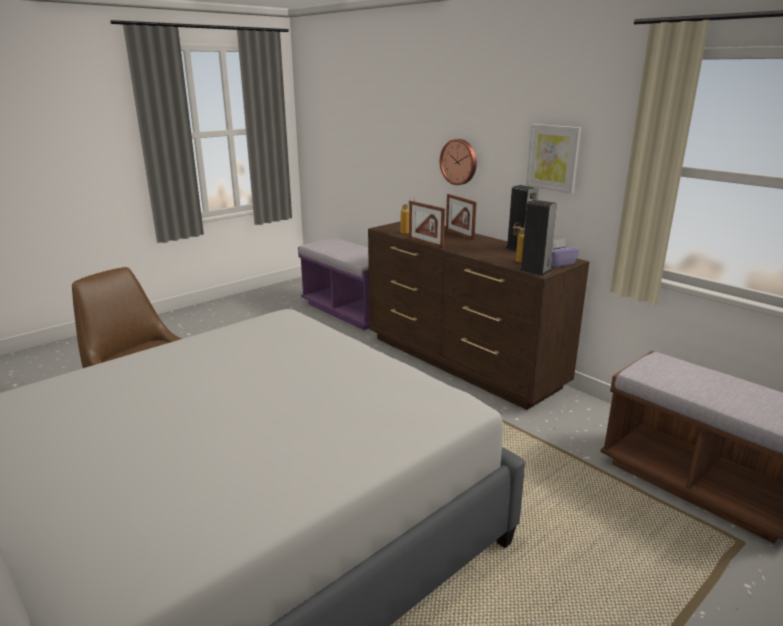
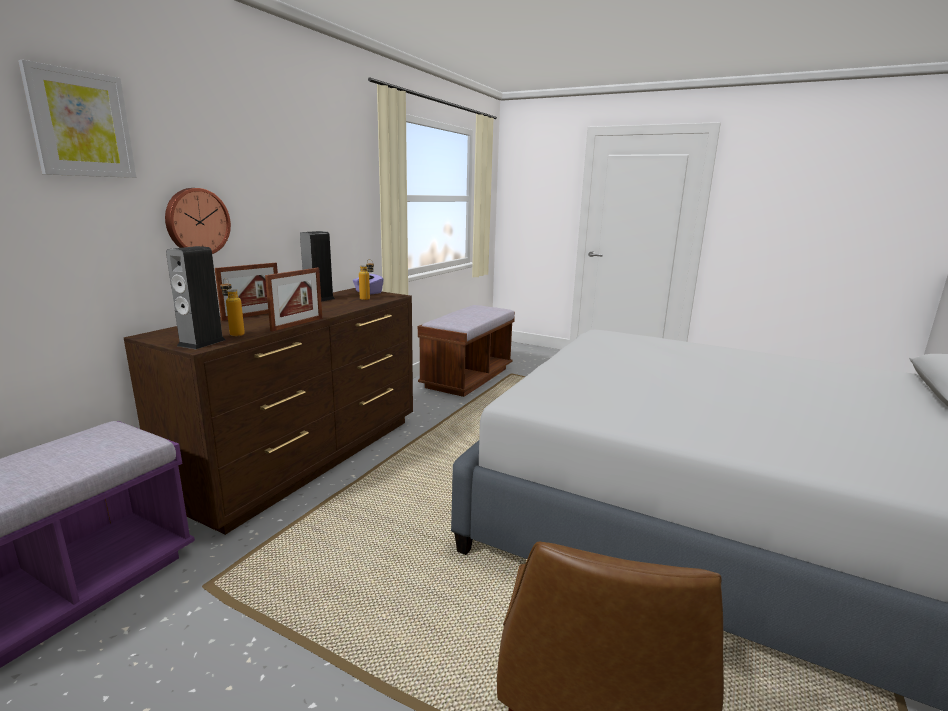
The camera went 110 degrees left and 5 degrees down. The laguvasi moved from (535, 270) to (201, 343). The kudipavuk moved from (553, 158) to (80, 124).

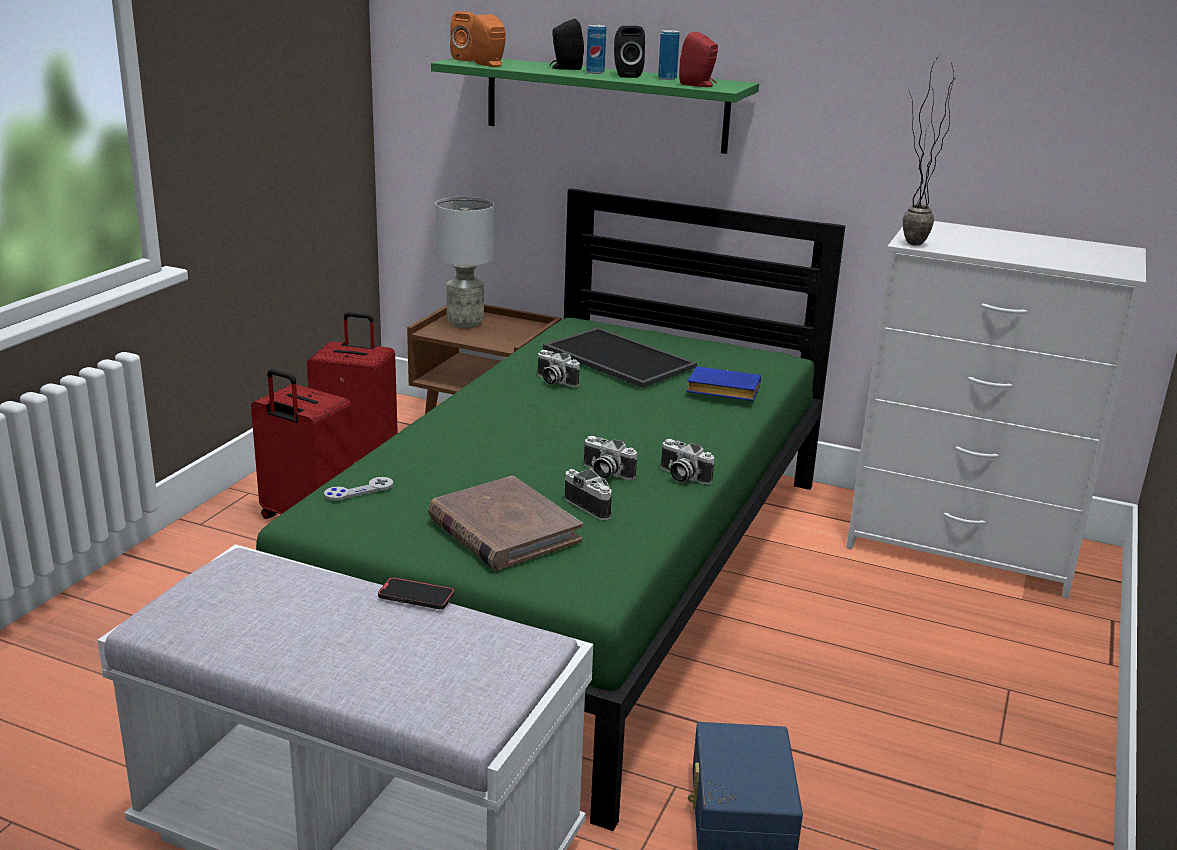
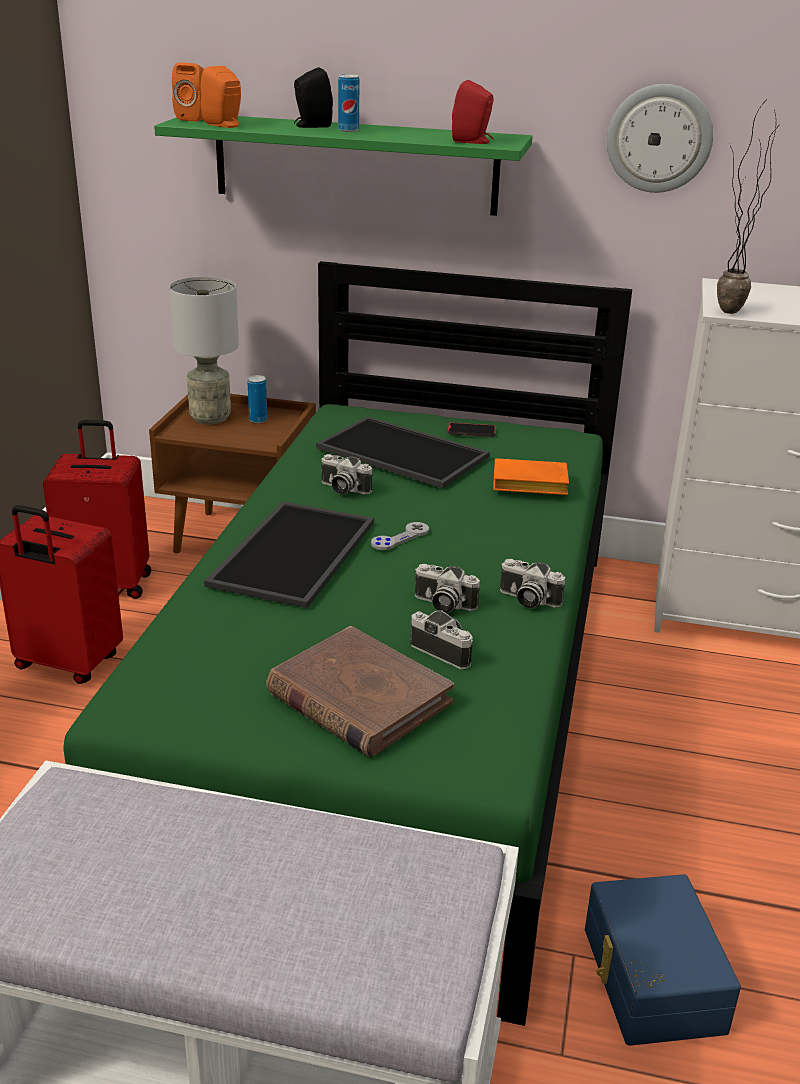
The camera went 10 degrees left and 5 degrees up. The black_laguvasi at (626, 75) disappeared. The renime at (291, 552) appeared. The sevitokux at (659, 138) appeared. The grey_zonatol moved from (359, 490) to (400, 537). The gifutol moved from (416, 596) to (471, 432). The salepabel moved from (667, 78) to (258, 420). The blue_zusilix at (721, 391) became the orange_zusilix at (527, 485).

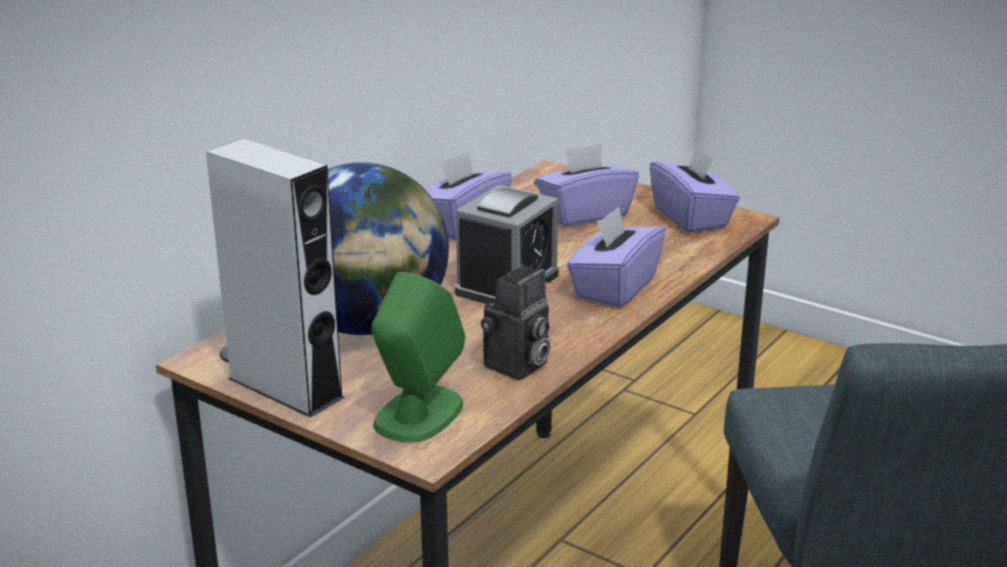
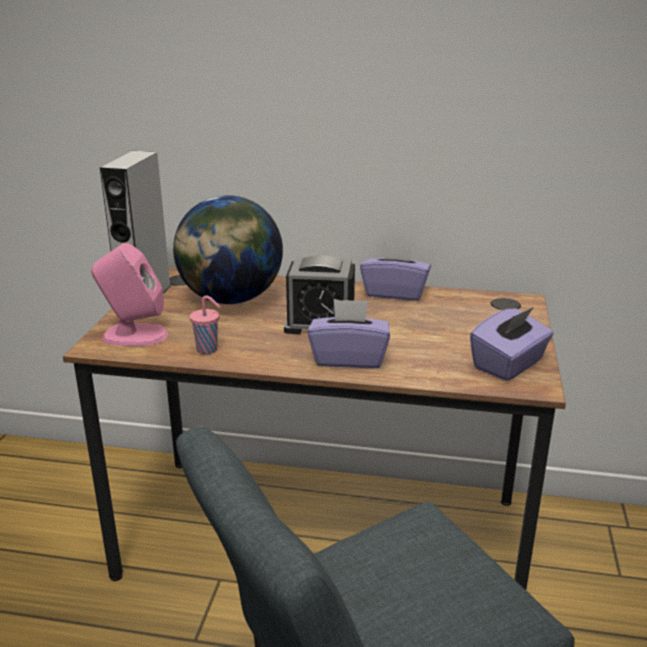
The camera went 65 degrees right and 0 degrees up. The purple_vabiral at (585, 214) disappeared. The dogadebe at (517, 367) was replaced by the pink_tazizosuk at (208, 350). The green_laguvasi at (418, 415) became the pink_laguvasi at (134, 335).

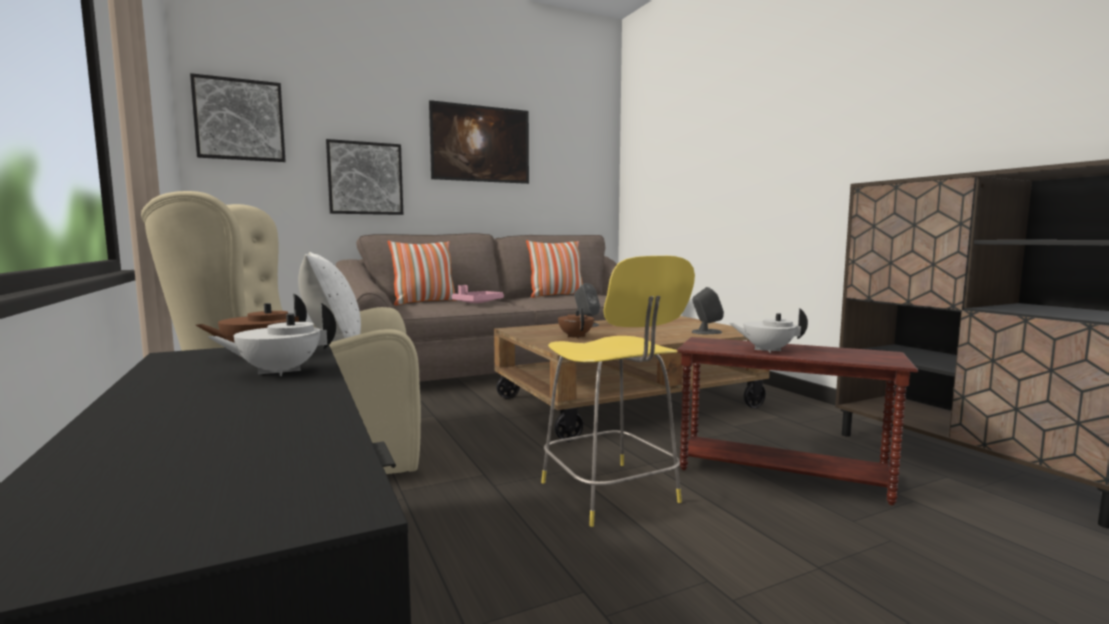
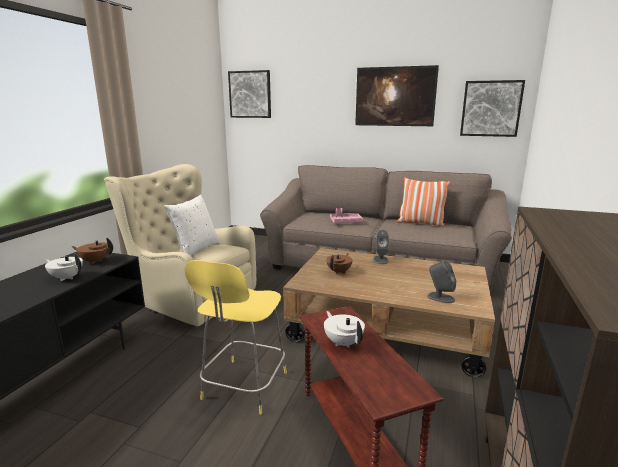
The camera went 45 degrees right and 10 degrees up. The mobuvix at (424, 302) disappeared. The kudipavuk moved from (365, 178) to (491, 108).

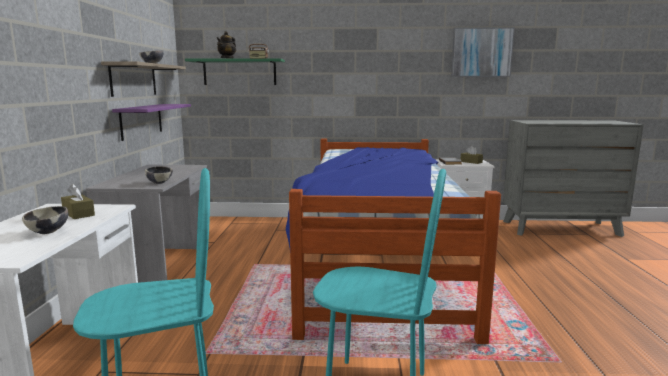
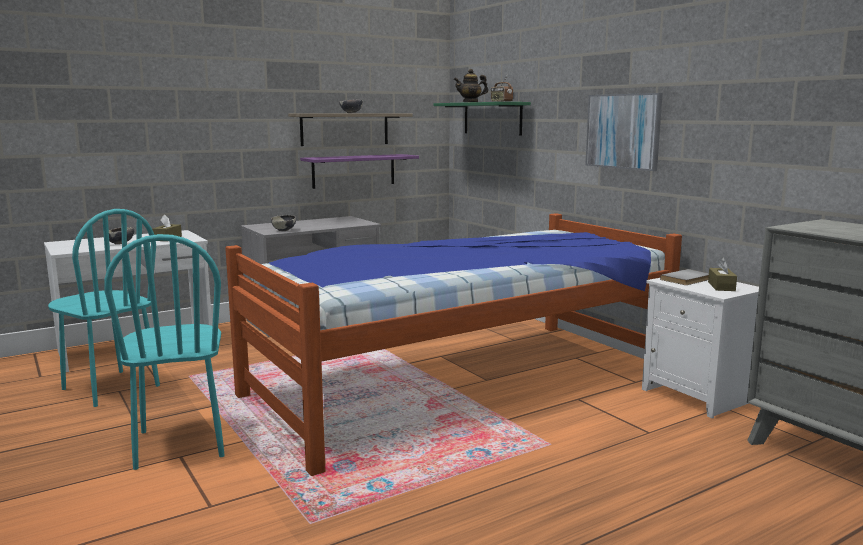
The camera went 55 degrees right and 0 degrees up. The kudipavuk moved from (481, 52) to (623, 131).

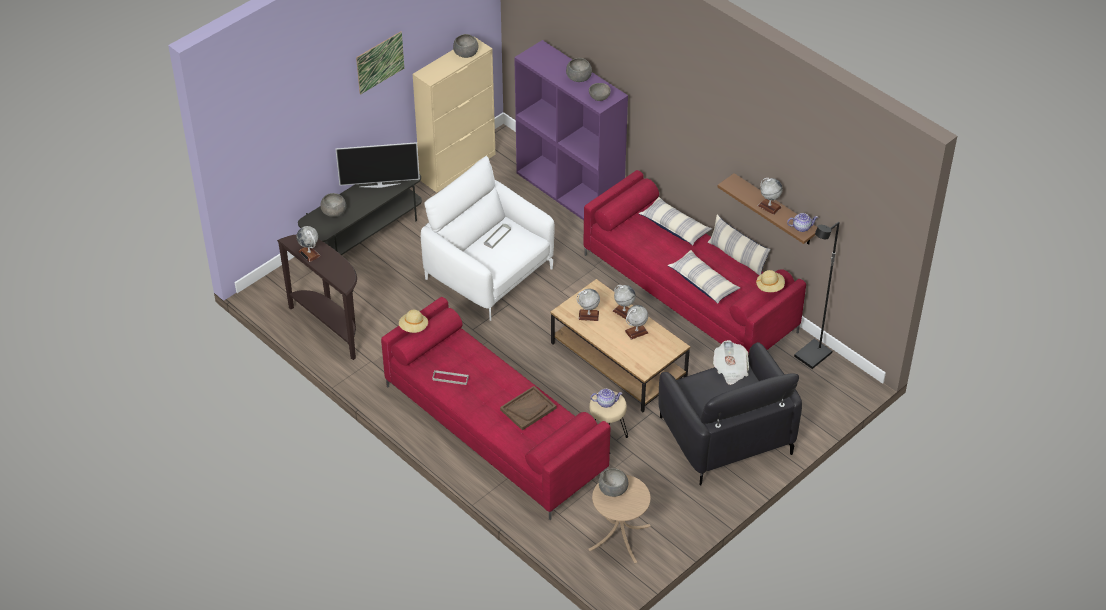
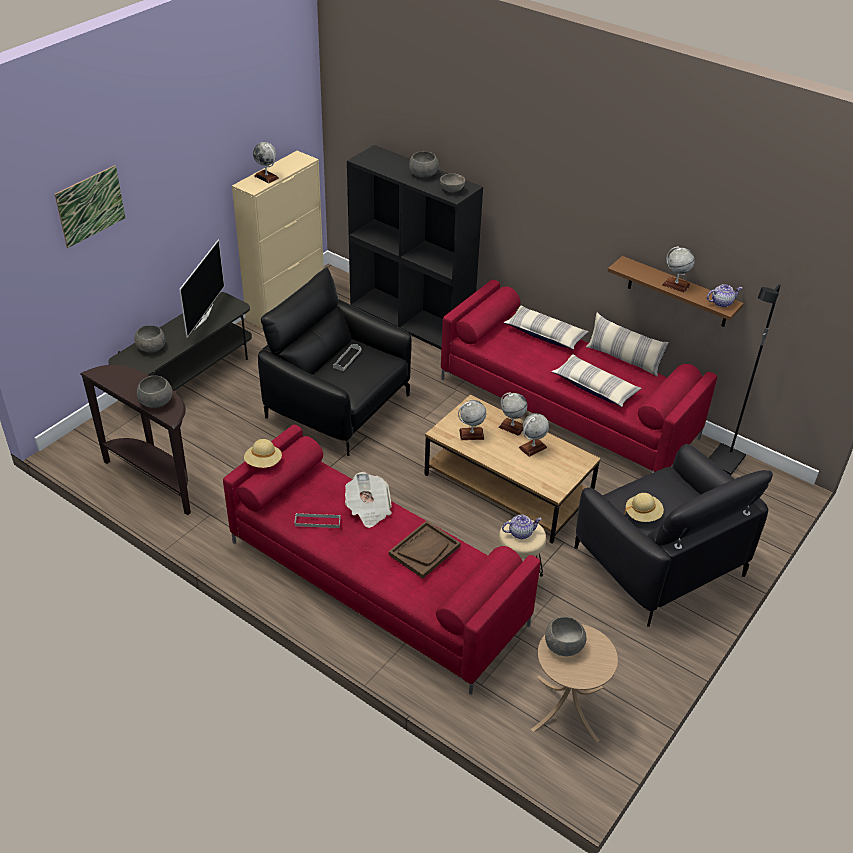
The camera went 10 degrees left and 5 degrees down. The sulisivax moved from (309, 253) to (266, 177). The kudipavuk moved from (380, 62) to (90, 206). The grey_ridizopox moved from (465, 53) to (155, 401). The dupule moved from (730, 369) to (368, 509). The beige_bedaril moved from (770, 287) to (643, 514). The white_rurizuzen at (489, 274) became the black_rurizuzen at (338, 406). The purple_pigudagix at (570, 192) became the black_pigudagix at (412, 320). The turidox at (379, 185) turned 60 degrees counterclockwise.

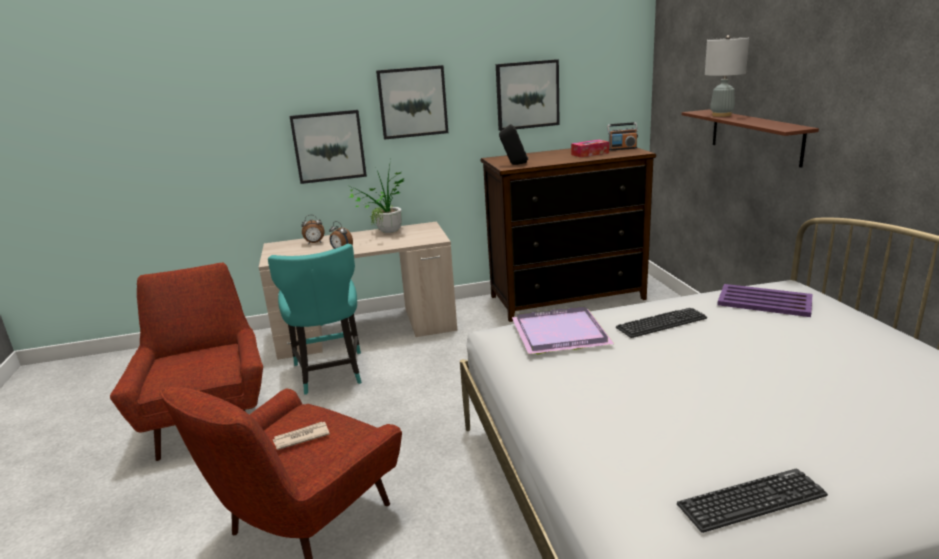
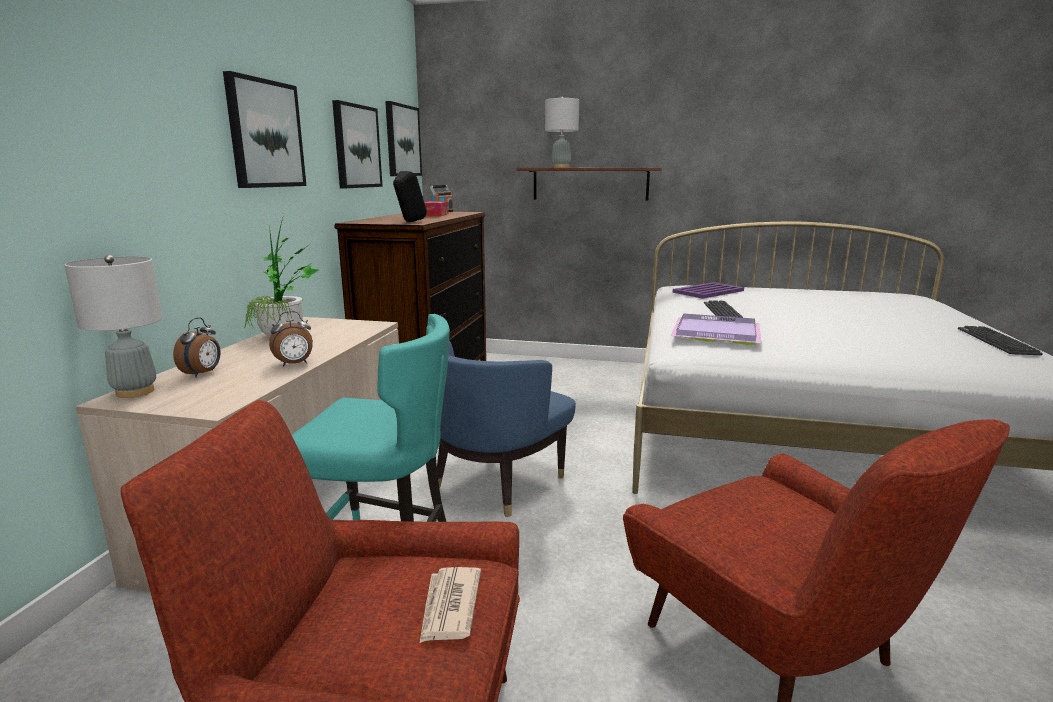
The camera went 65 degrees left and 5 degrees down. The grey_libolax at (135, 392) appeared. The blue_rurizuzen at (497, 483) appeared. The dupule moved from (301, 437) to (449, 607). The kudipavuk moved from (329, 146) to (402, 141).

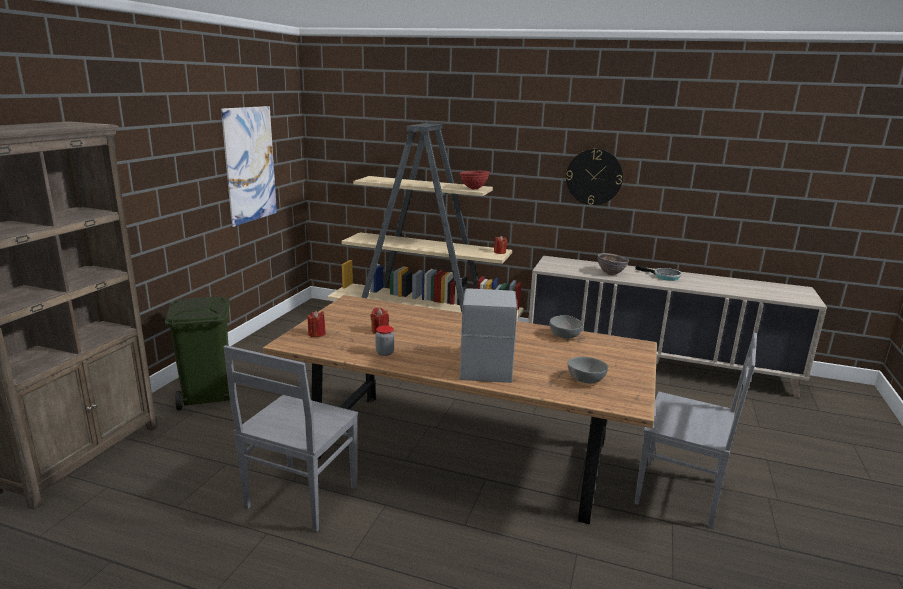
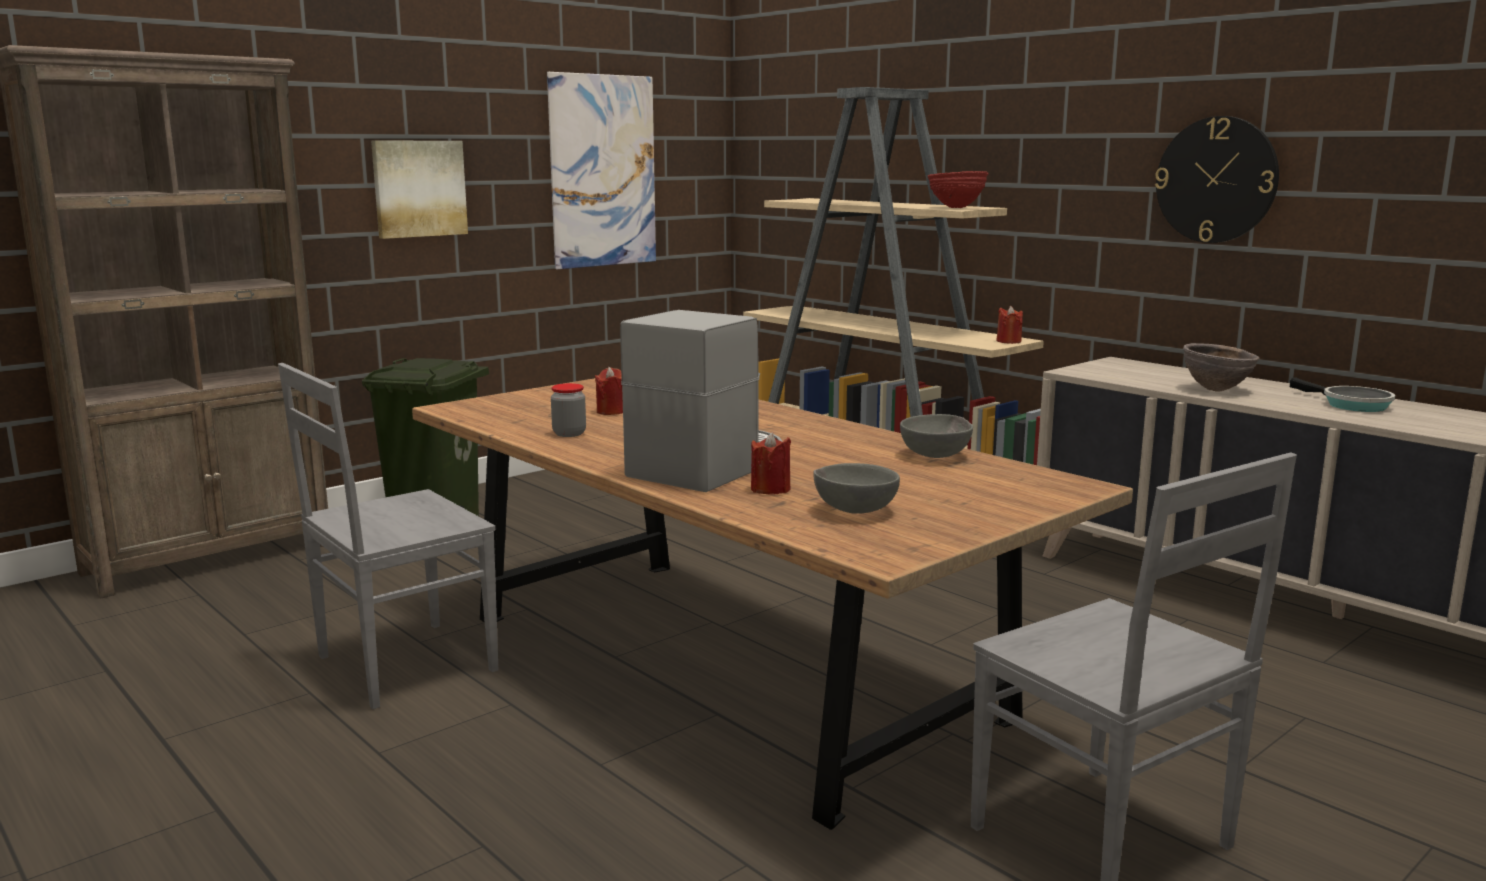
The camera went 30 degrees right and 5 degrees down. The kudipavuk at (419, 188) appeared. The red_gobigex moved from (316, 334) to (770, 489).

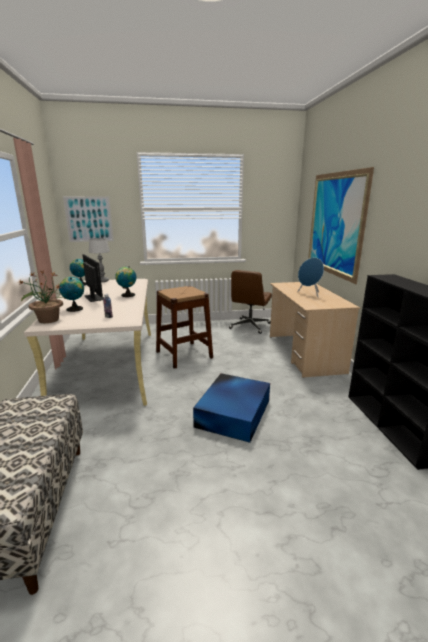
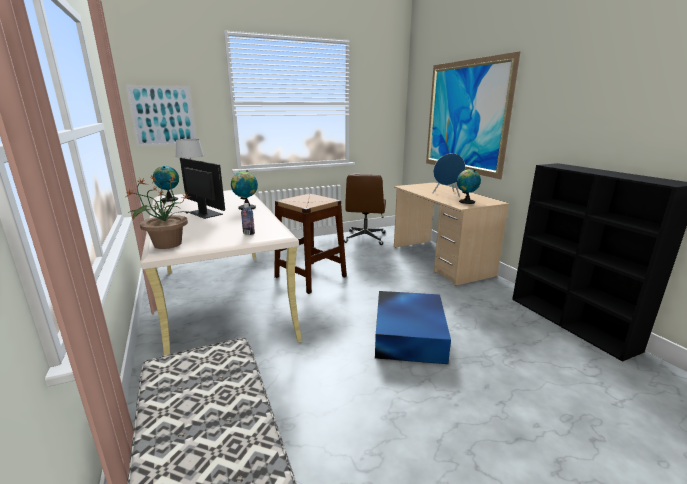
The camera went 15 degrees left and 0 degrees up. The sulisivax moved from (74, 309) to (465, 201).

